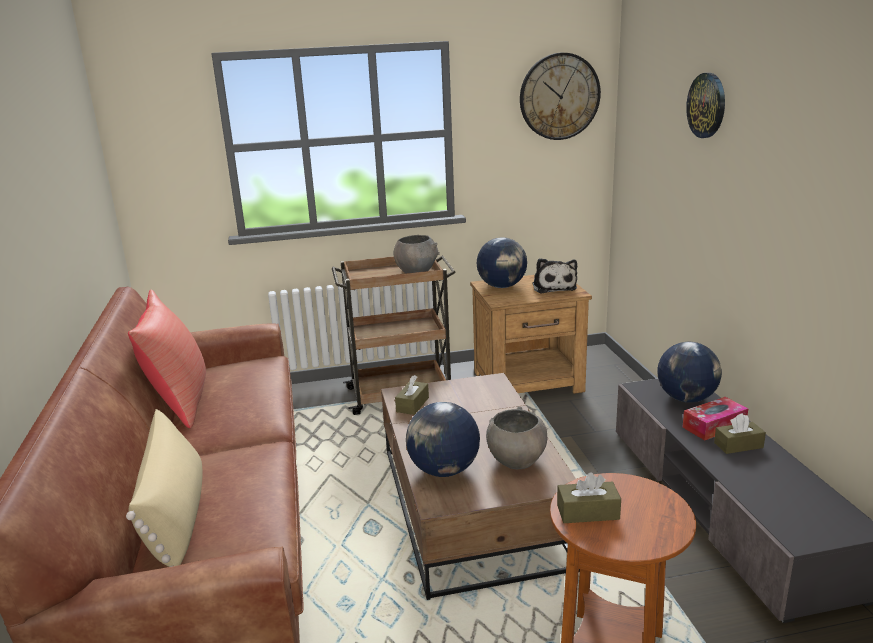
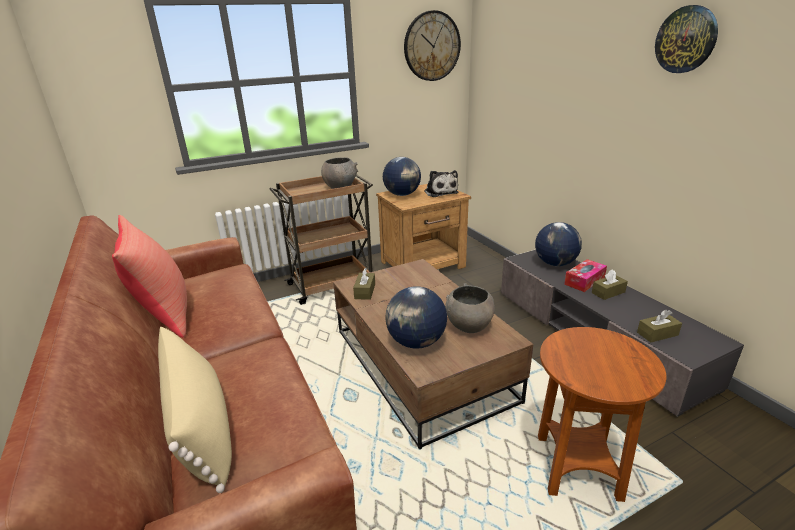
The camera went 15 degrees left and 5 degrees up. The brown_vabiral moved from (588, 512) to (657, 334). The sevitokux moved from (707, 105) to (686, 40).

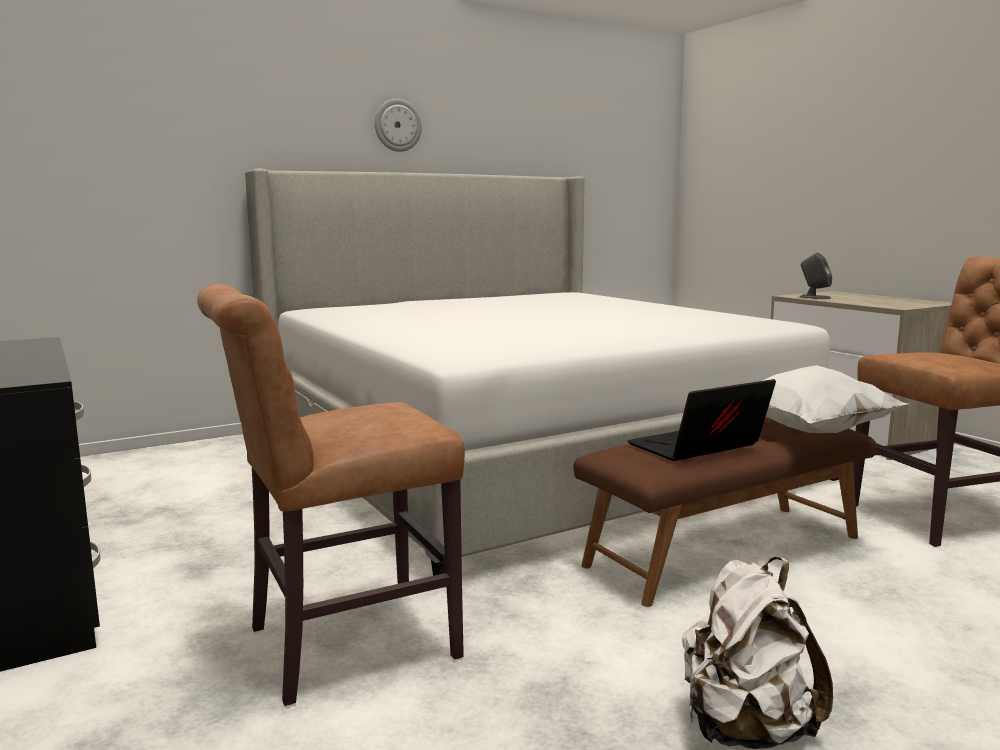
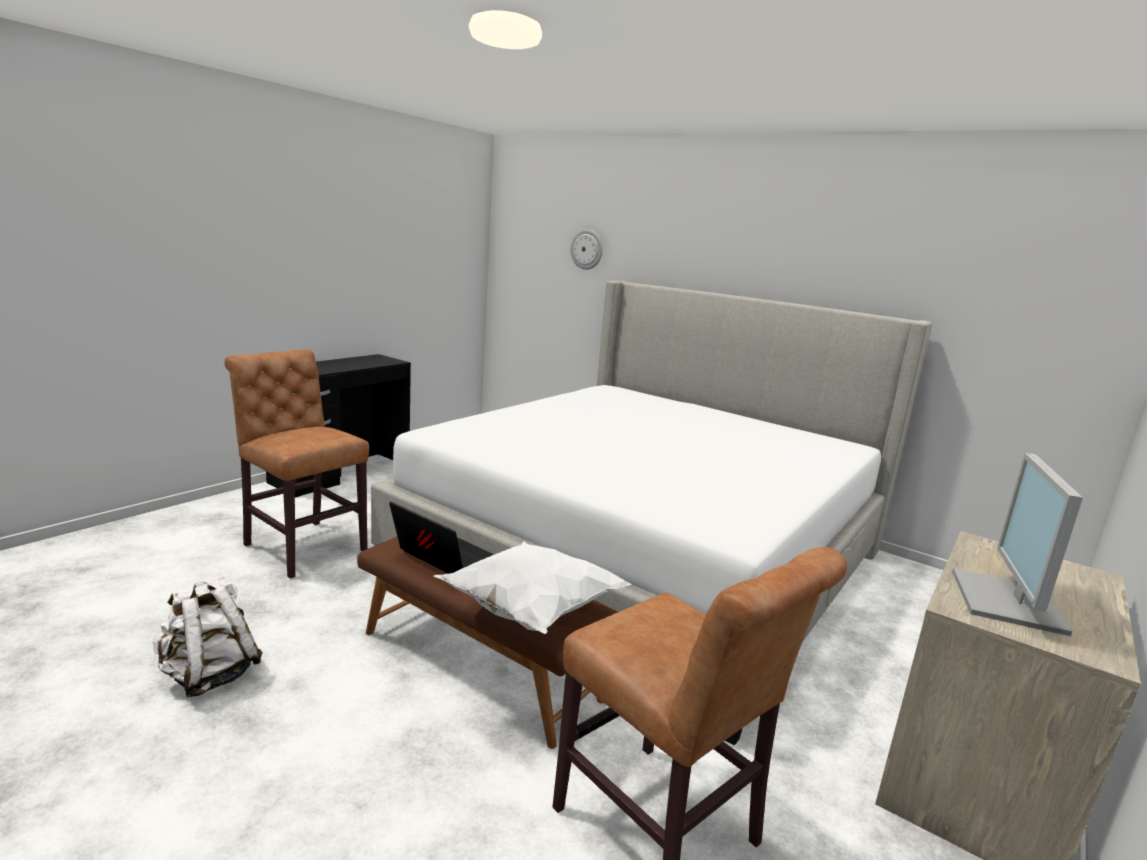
The camera went 65 degrees right and 5 degrees up. The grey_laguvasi at (814, 297) disappeared. The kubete at (1009, 603) appeared. The sevitokux moved from (397, 125) to (587, 249).

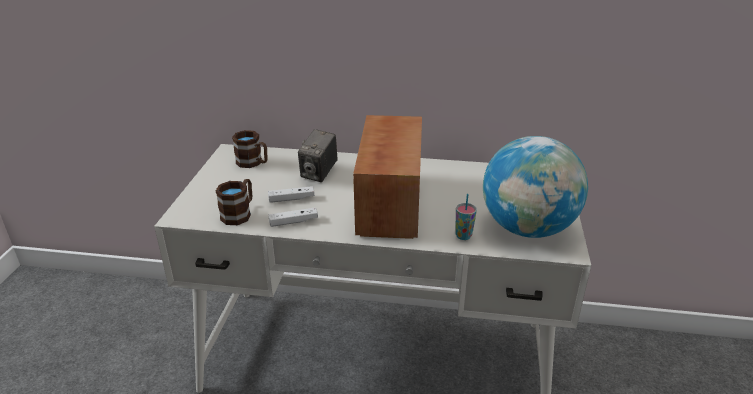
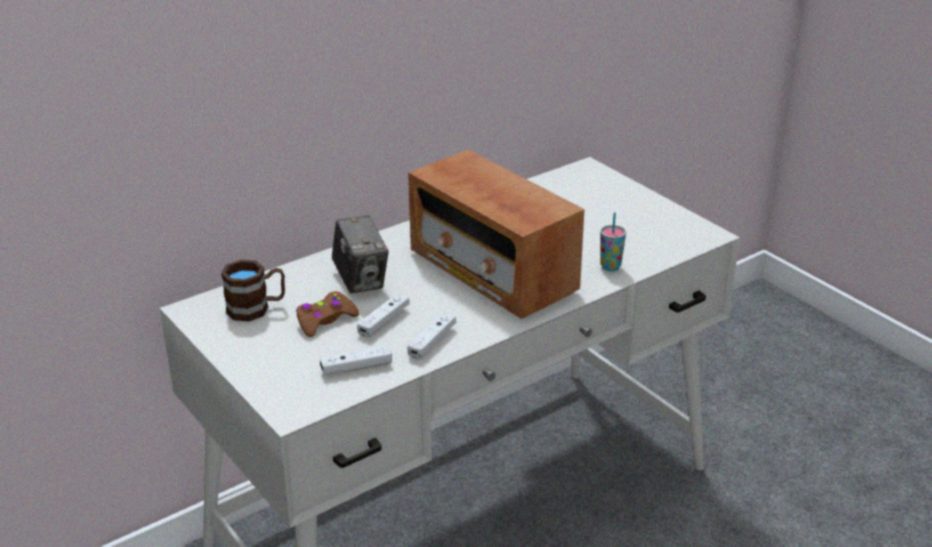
The camera went 45 degrees left and 0 degrees up. The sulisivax at (527, 228) disappeared. The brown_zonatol at (325, 320) appeared. The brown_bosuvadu at (239, 213) was replaced by the white_zonatol at (356, 367).

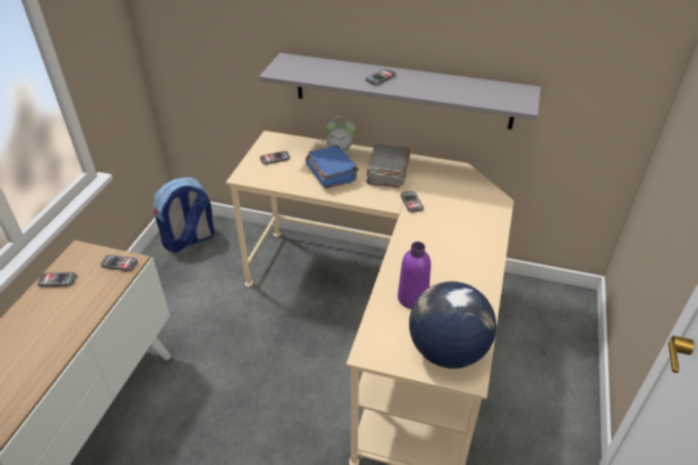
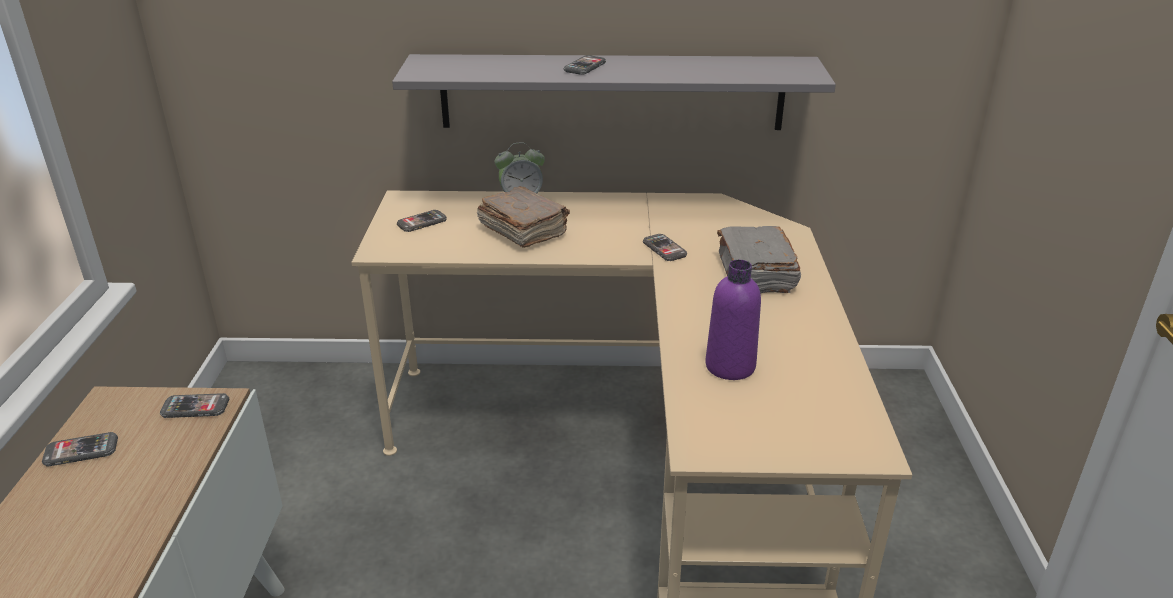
The camera went 15 degrees left and 10 degrees down. The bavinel at (189, 240) disappeared. The sulisivax at (447, 351) disappeared. The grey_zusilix moved from (387, 174) to (755, 275). The blue_zusilix at (331, 174) became the brown_zusilix at (523, 231).

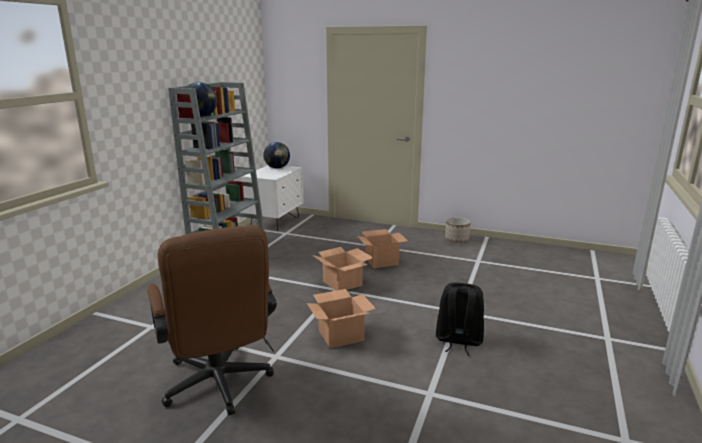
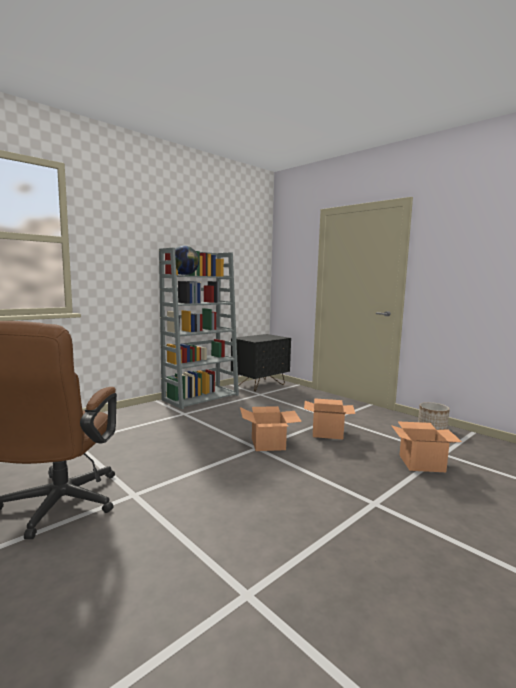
The camera went 25 degrees right and 10 degrees down. The sulisivax at (277, 168) disappeared. The black_bavinel at (458, 341) disappeared. The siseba moved from (340, 336) to (421, 463). The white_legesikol at (275, 222) became the black_legesikol at (260, 385).

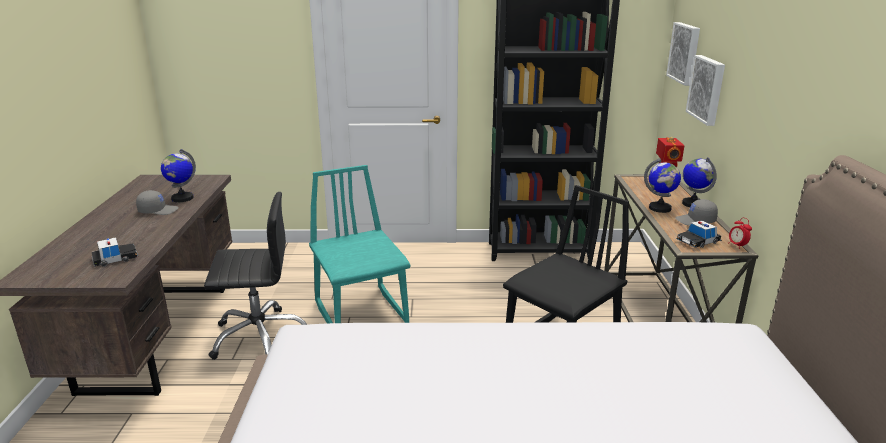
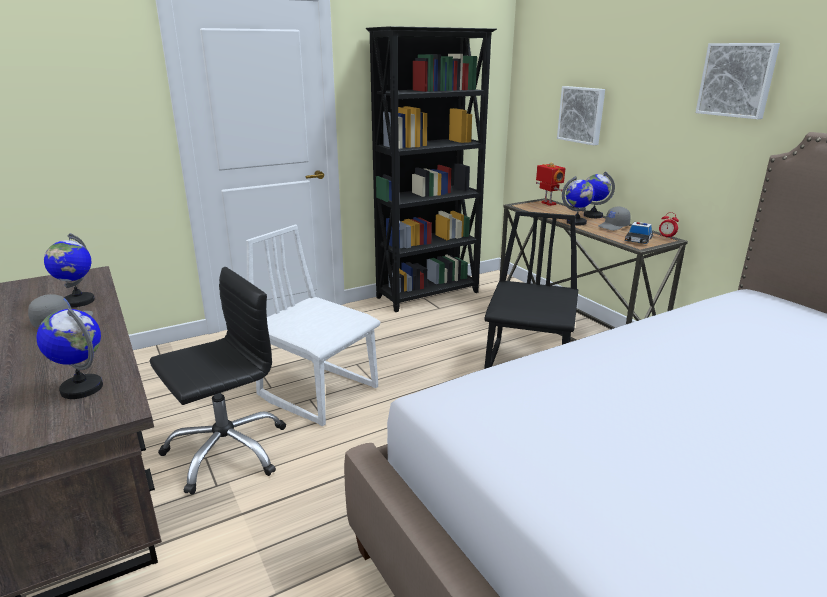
The camera went 30 degrees left and 0 degrees up. The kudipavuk moved from (685, 53) to (737, 80). The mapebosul at (115, 259) was replaced by the sulisivax at (82, 388). The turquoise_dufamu at (362, 313) became the white_dufamu at (319, 391).

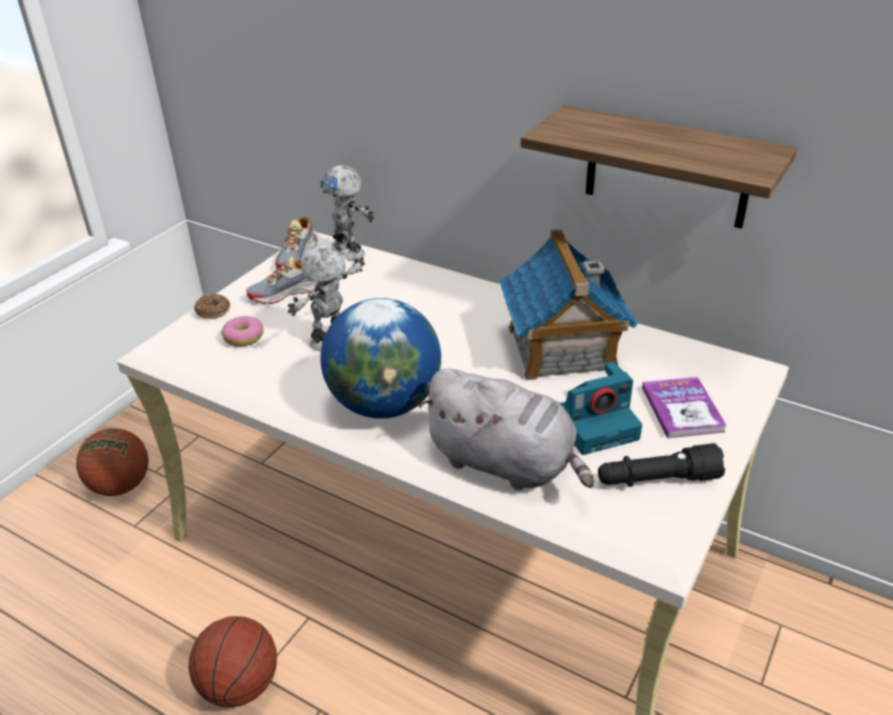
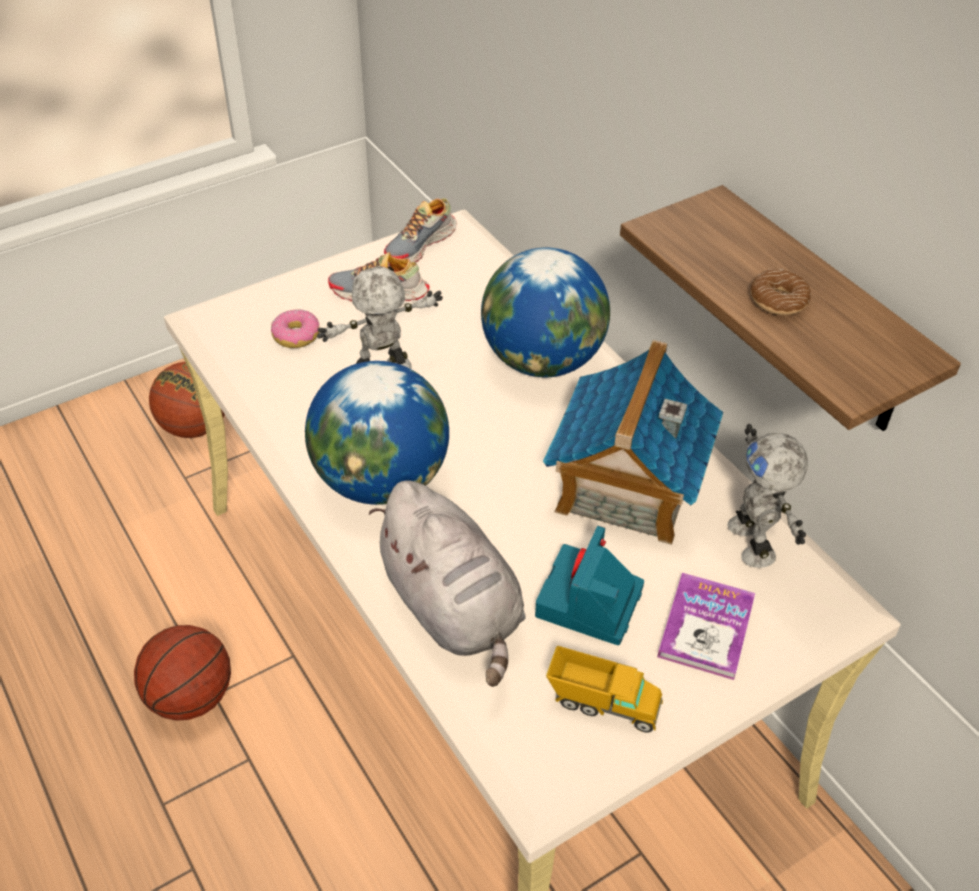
The camera went 25 degrees right and 10 degrees up. The sulisivax at (542, 361) appeared. The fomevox moved from (213, 311) to (778, 300). The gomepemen moved from (349, 251) to (754, 541). The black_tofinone at (657, 480) was replaced by the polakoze at (602, 704). The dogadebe at (596, 424) turned 105 degrees clockwise.

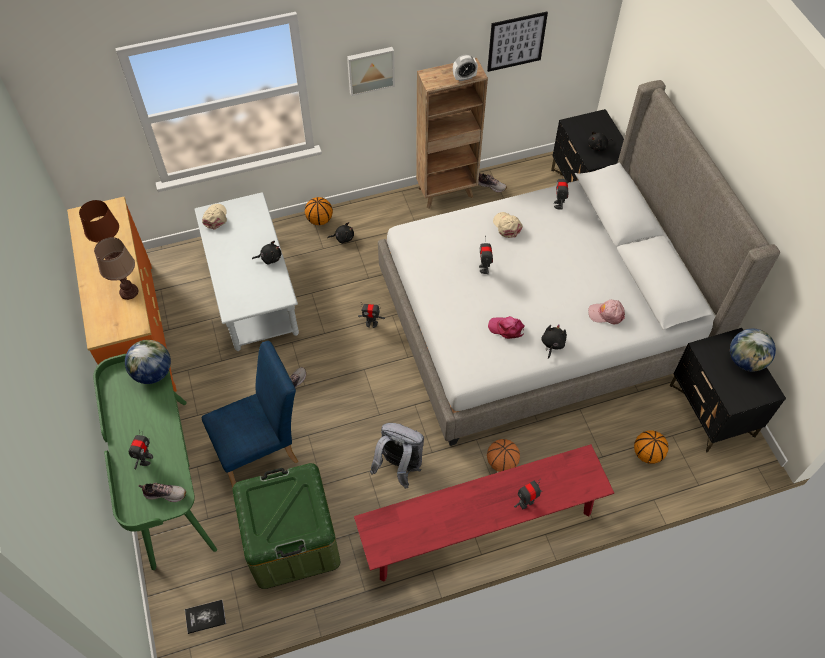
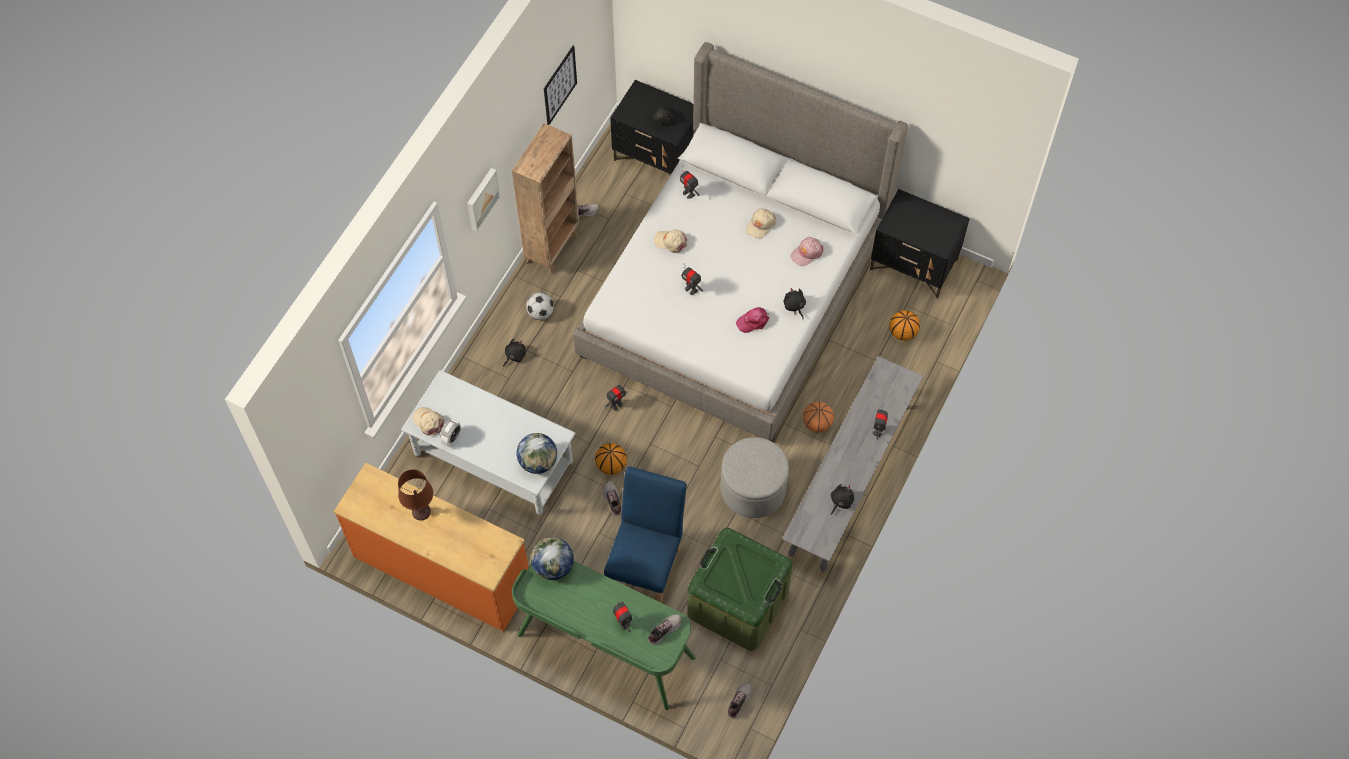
The camera went 45 degrees left and 5 degrees up. The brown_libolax at (128, 292) disappeared. The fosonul at (541, 313) appeared. The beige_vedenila at (760, 225) appeared. The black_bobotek moved from (269, 258) to (840, 501). The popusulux moved from (320, 220) to (611, 465). The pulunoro moved from (464, 77) to (452, 438). The sulisivax moved from (745, 361) to (538, 462). The zusilix at (205, 617) was replaced by the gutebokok at (738, 701). The grey_bavinel at (399, 467) was replaced by the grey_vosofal at (753, 489). The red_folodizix at (480, 527) became the grey_folodizix at (849, 479).

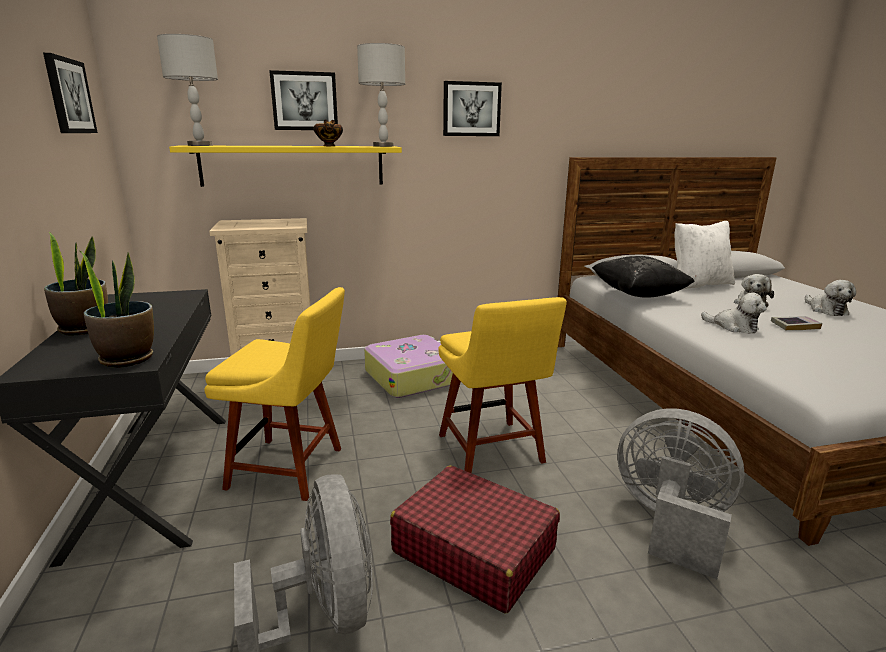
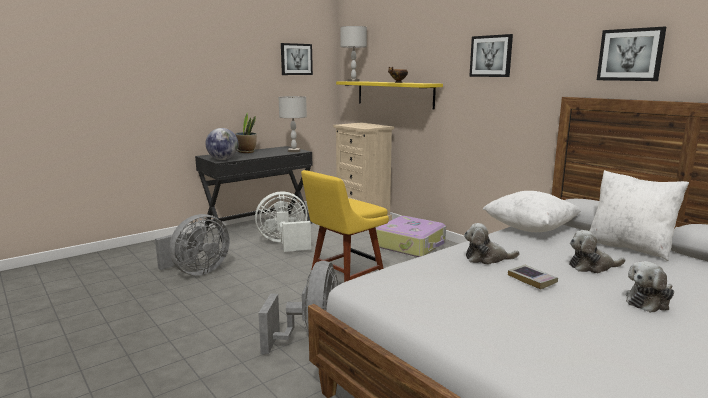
The camera went 65 degrees right and 5 degrees down. The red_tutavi at (473, 550) disappeared. The kudipavuk moved from (304, 101) to (630, 55). The grey_libolax moved from (383, 146) to (294, 151). The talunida at (127, 359) was replaced by the sulisivax at (223, 159). The yellow_dufamu at (291, 468) was replaced by the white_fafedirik at (285, 244). The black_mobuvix at (638, 295) became the white_mobuvix at (530, 228). The bobotek at (734, 327) turned 75 degrees clockwise.

